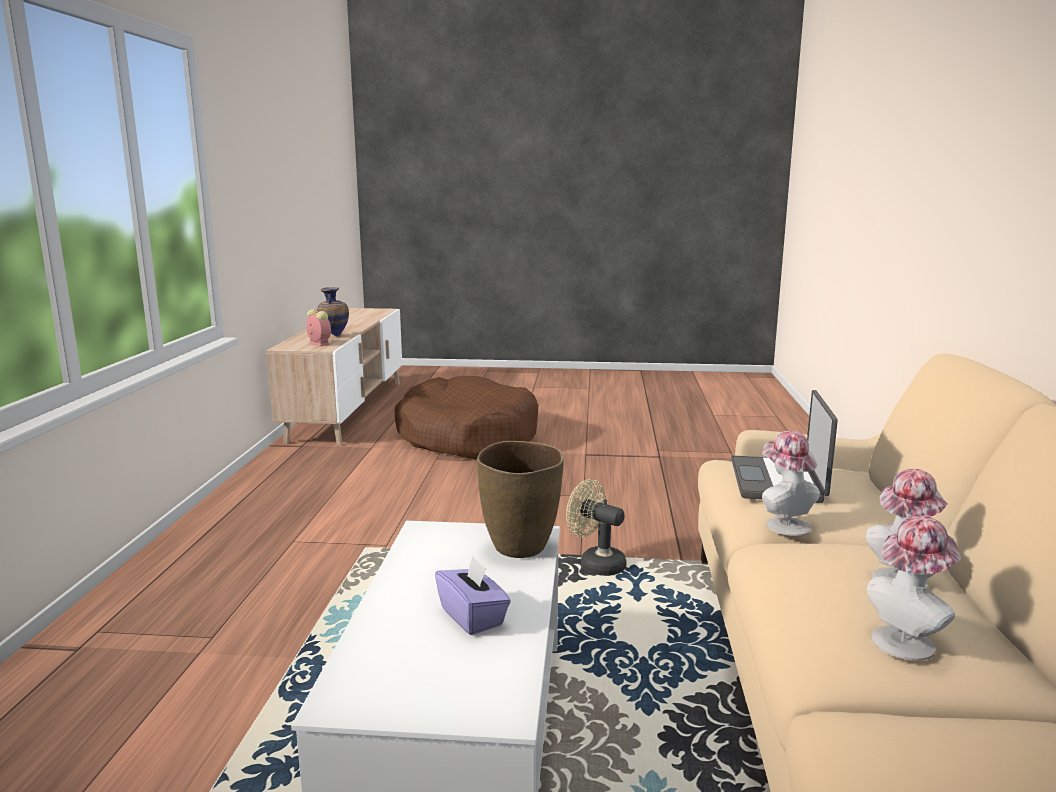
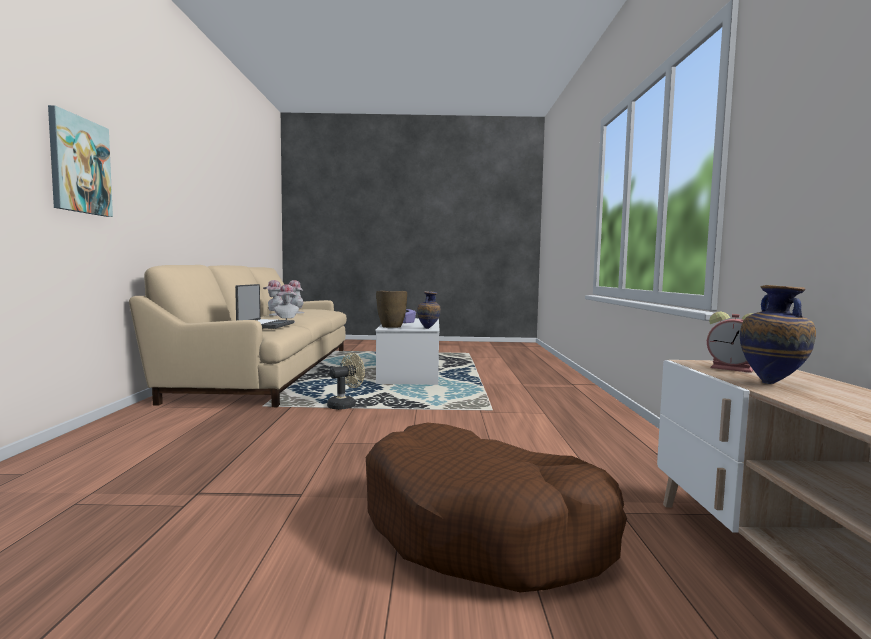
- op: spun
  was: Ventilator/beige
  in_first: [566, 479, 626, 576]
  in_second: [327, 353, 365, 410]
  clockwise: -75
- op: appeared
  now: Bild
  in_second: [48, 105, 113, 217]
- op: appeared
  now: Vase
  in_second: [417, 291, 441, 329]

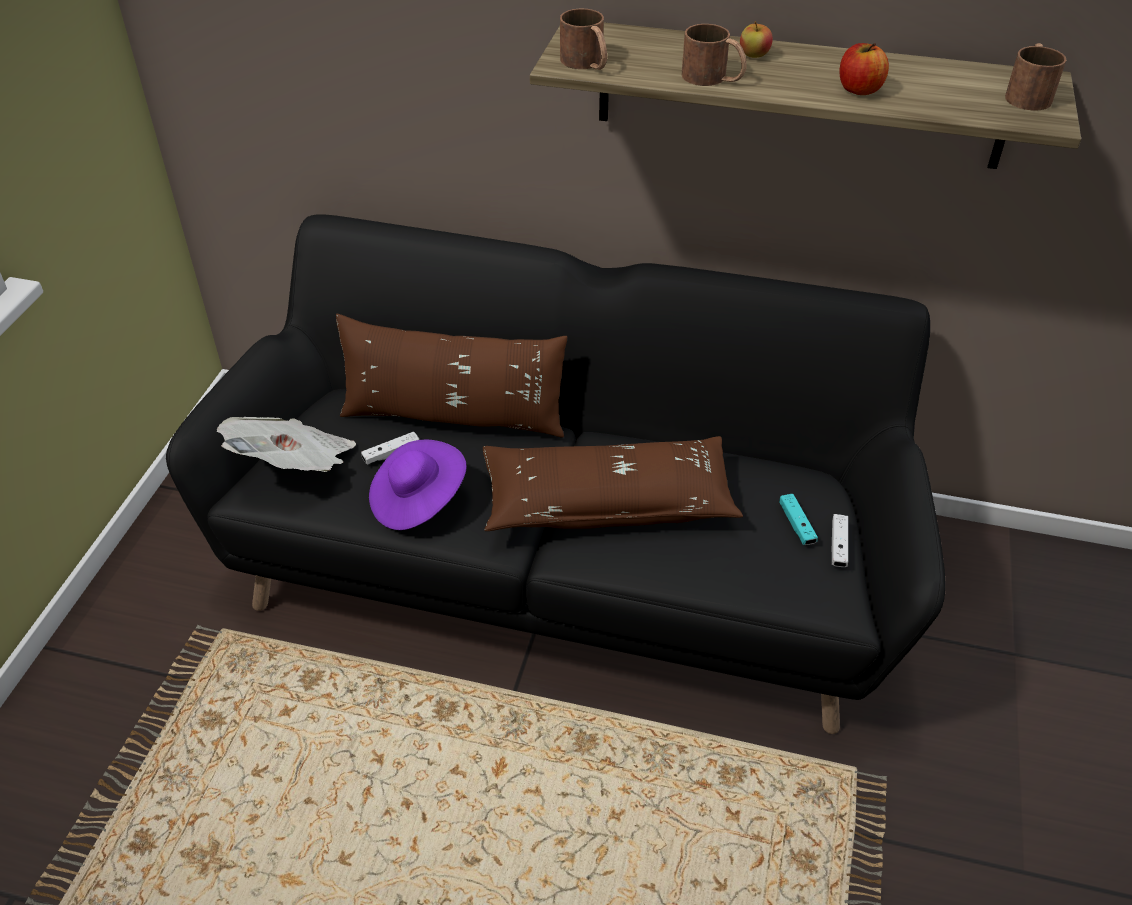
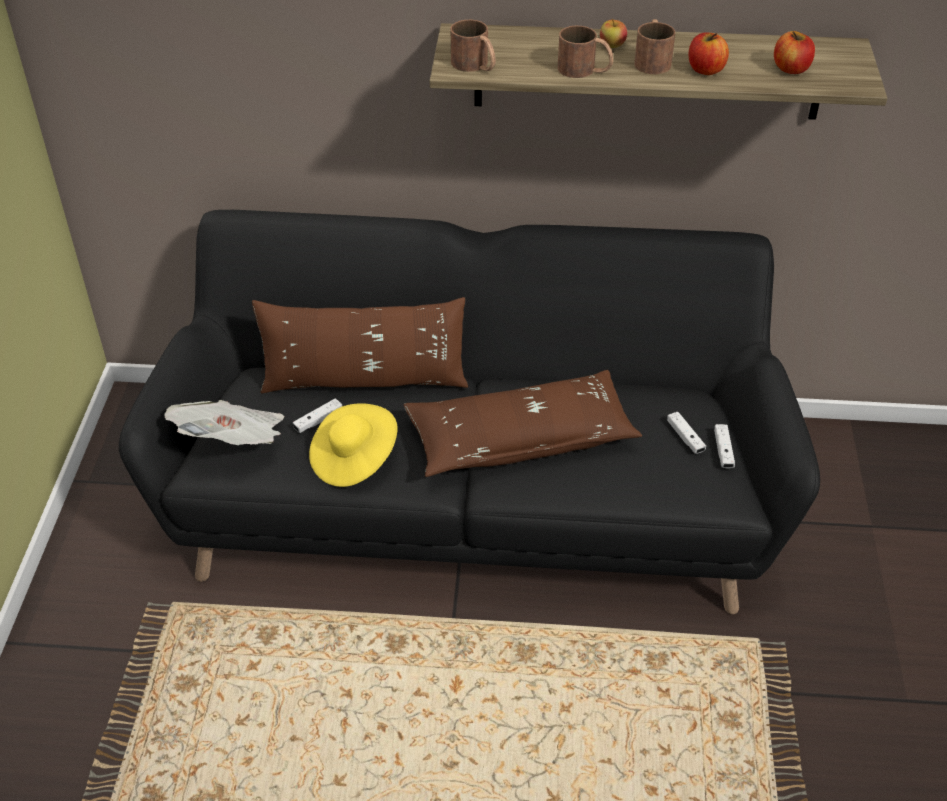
- op: relocated
  was: Henkelbecher/braun
  in_first: [1005, 43, 1066, 111]
  in_second: [634, 19, 675, 74]
- op: colour
  was: Hut/lila
  now: Hut/gelb
  in_first: [369, 439, 467, 530]
  in_second: [309, 403, 398, 487]
- op: colour
  was: Gamepad/türkis
  now: Gamepad/weiß
  in_first: [779, 494, 818, 545]
  in_second: [667, 412, 706, 454]
- op: appeared
  now: Apfel
  in_second: [774, 31, 815, 74]

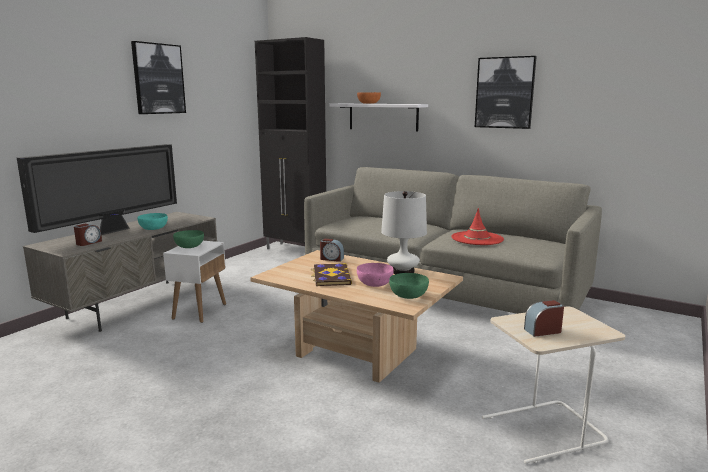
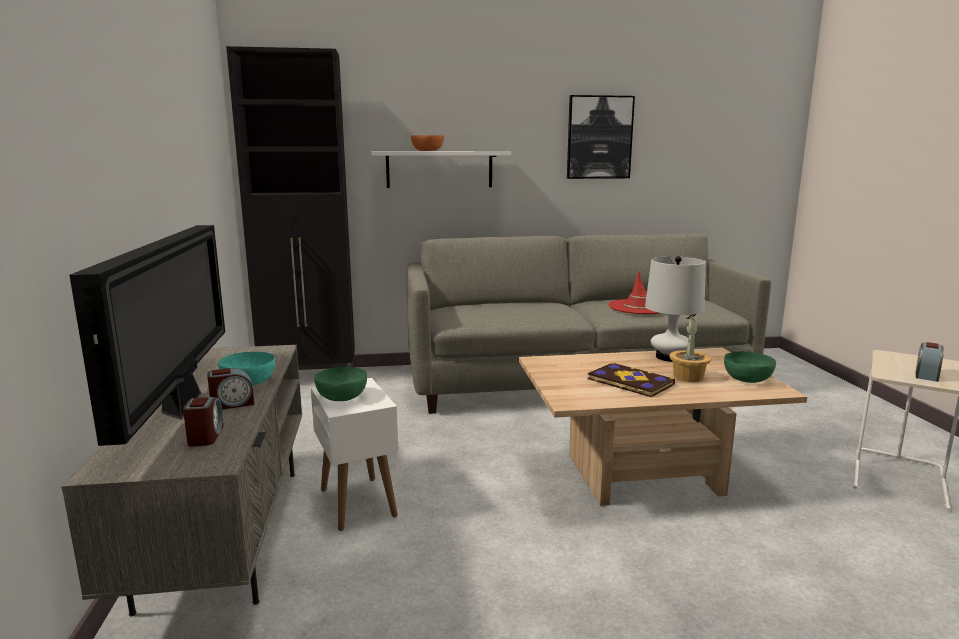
- op: missing
  was: Bild
  in_first: [131, 41, 186, 114]
- op: relocated
  was: Wecker
  in_first: [320, 239, 344, 262]
  in_second: [207, 368, 254, 410]
- op: exchanged
  was: Schüssel/rosa
  now: Topfpflanze
  in_first: [357, 263, 394, 287]
  in_second: [669, 314, 711, 382]

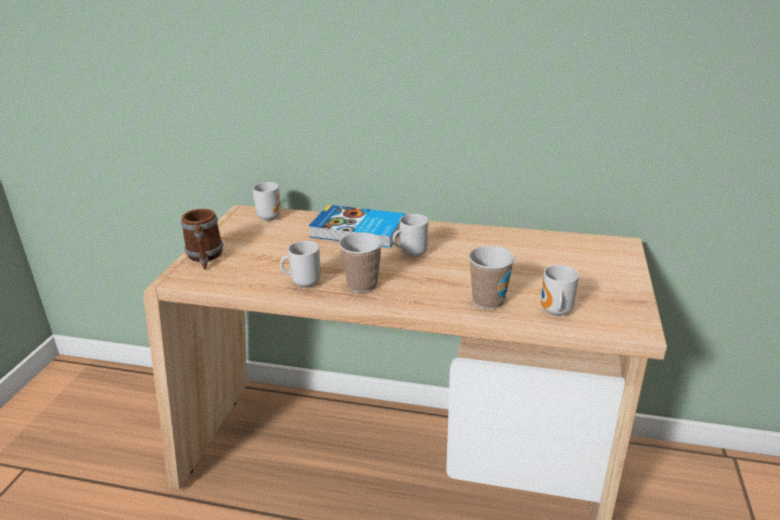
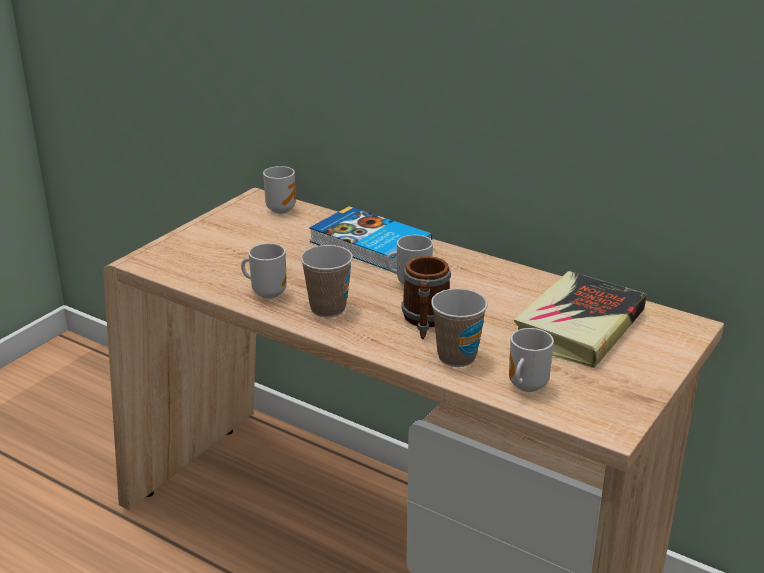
- op: relocated
  was: Henkelbecher
  in_first: [181, 209, 223, 270]
  in_second: [401, 256, 451, 340]
- op: appeared
  now: Buch
  in_second: [514, 271, 647, 368]

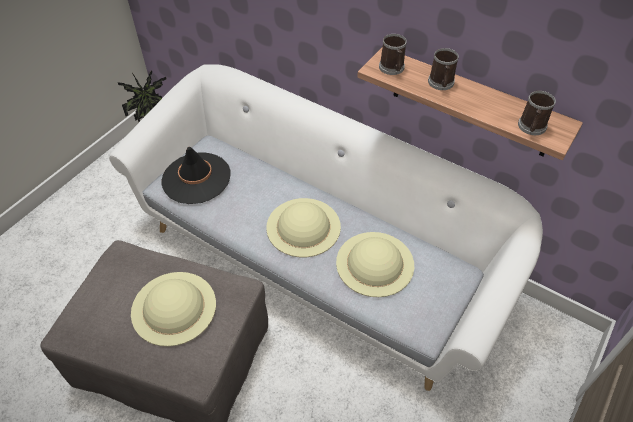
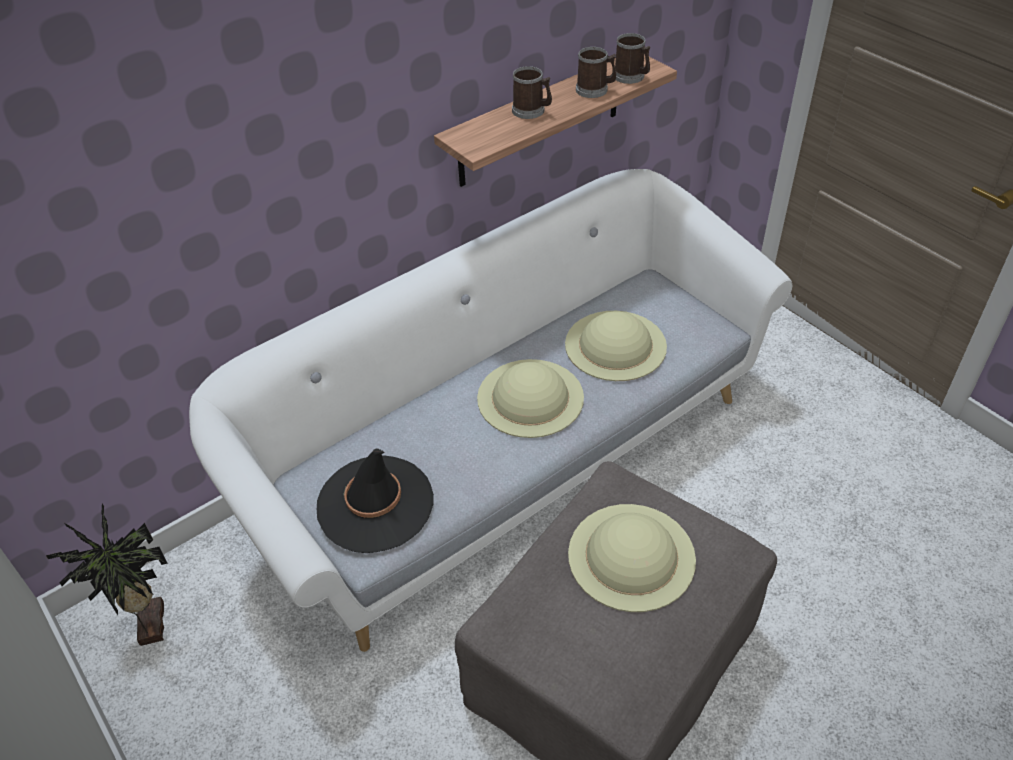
- op: relocated
  was: Henkelbecher
  in_first: [379, 34, 407, 75]
  in_second: [576, 47, 616, 98]

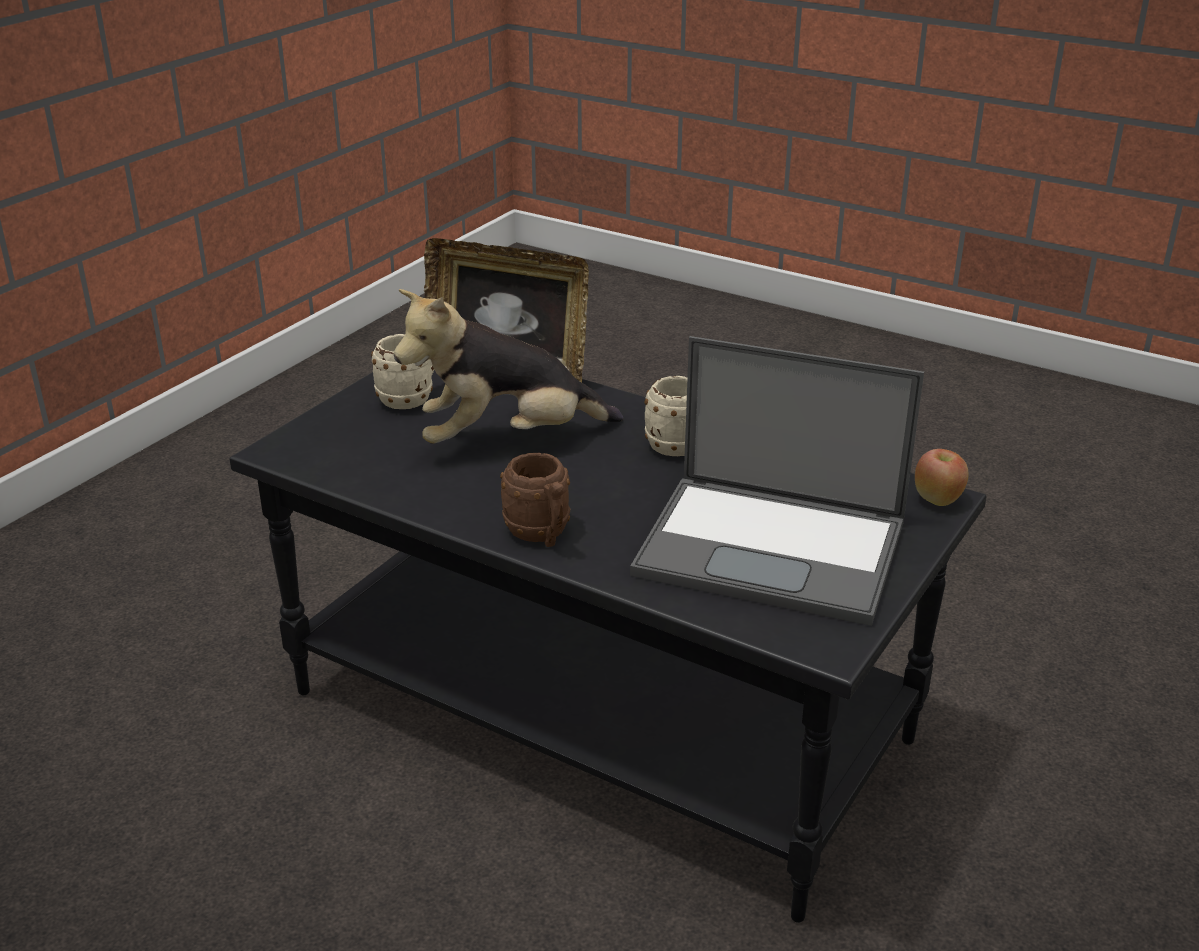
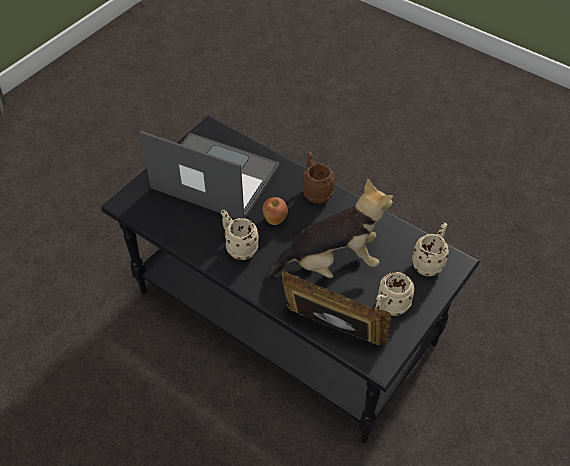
- op: relocated
  was: Apfel
  in_first: [915, 449, 969, 506]
  in_second: [263, 197, 288, 225]
- op: appeared
  now: Henkelbecher/beige
  in_second: [412, 222, 449, 276]

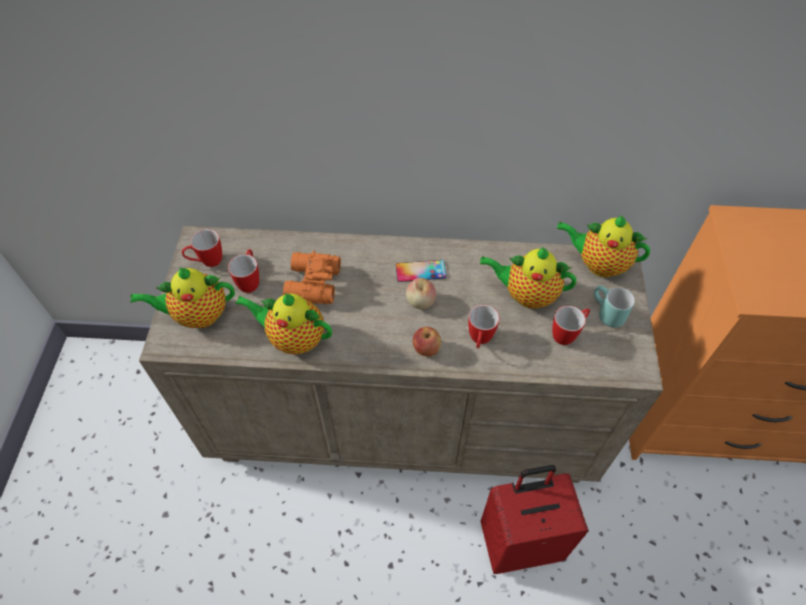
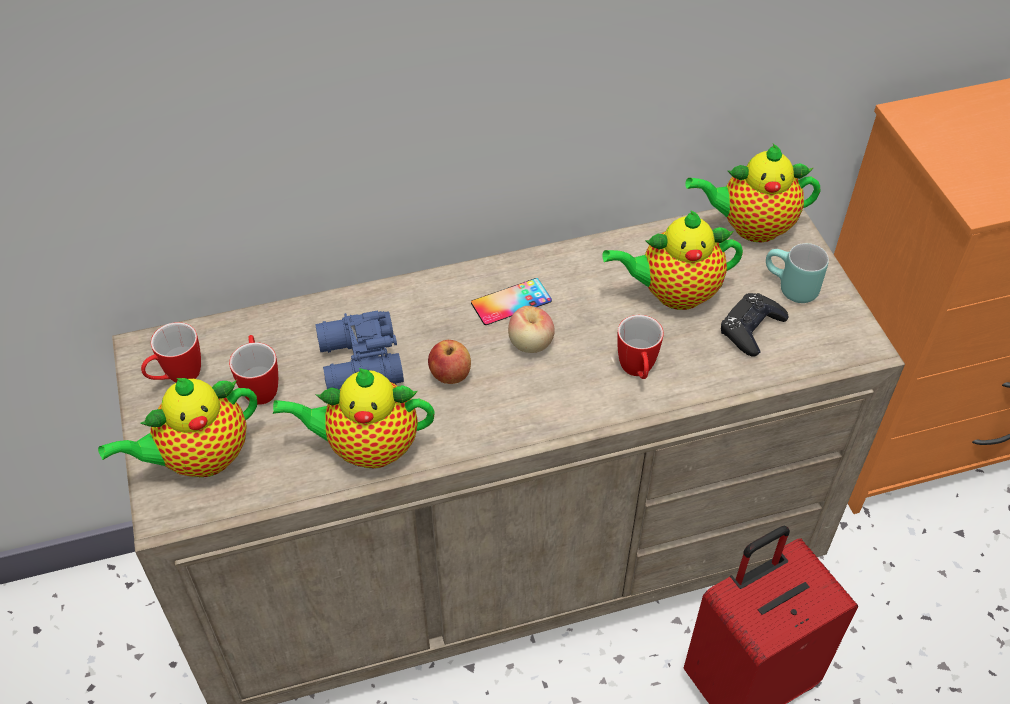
- op: colour
  was: Fernglas/orange
  now: Fernglas/blau
  in_first: [283, 251, 341, 304]
  in_second: [315, 311, 404, 390]
- op: exchanged
  was: Henkelbecher
  now: Gamepad/schwarz
  in_first: [552, 306, 590, 345]
  in_second: [721, 293, 789, 357]
- op: relocated
  was: Apfel
  in_first: [413, 327, 441, 357]
  in_second: [428, 340, 471, 384]

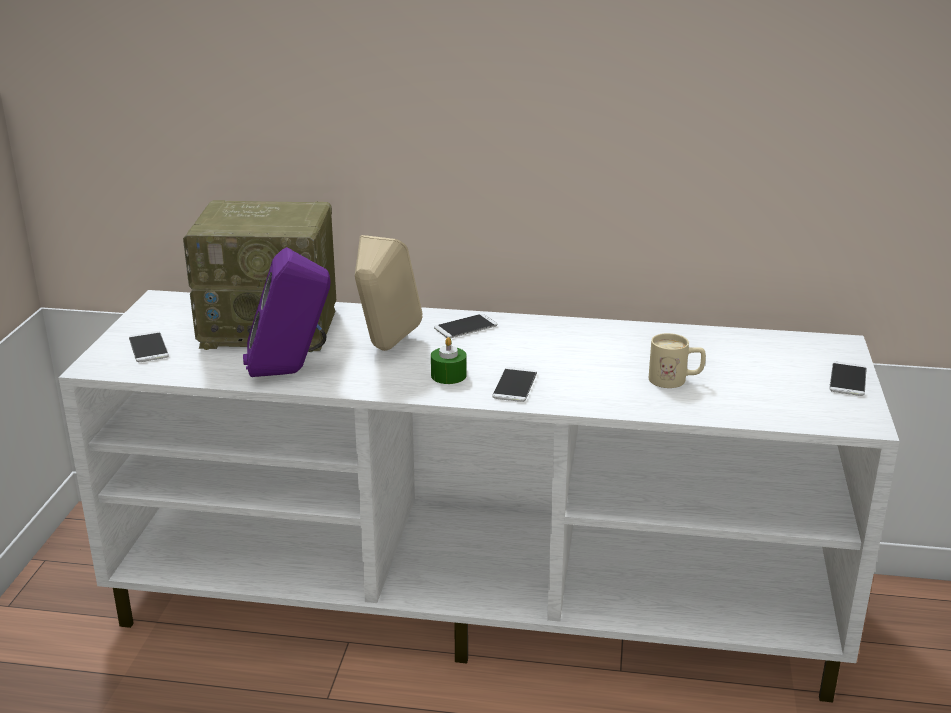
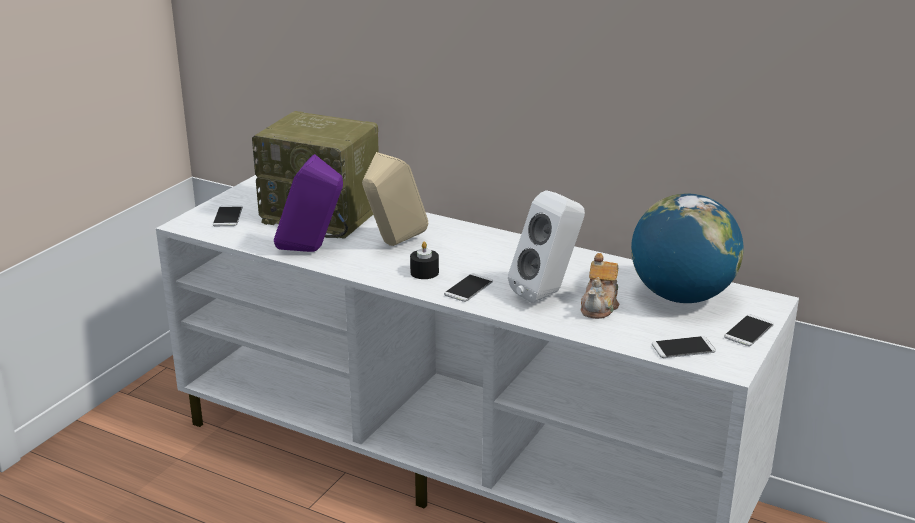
- op: relocated
  was: Handy
  in_first: [434, 314, 497, 338]
  in_second: [652, 336, 716, 358]
- op: exchanged
  was: Henkelbecher/beige
  now: Teekanne
  in_first: [649, 333, 706, 388]
  in_second: [581, 253, 619, 319]
- op: colour
  was: Kerze/grün
  now: Kerze/schwarz
  in_first: [431, 337, 467, 384]
  in_second: [410, 242, 439, 279]
- op: appeared
  now: Lautsprecher/weiß
  in_second: [508, 190, 585, 303]
- op: appeared
  now: Globus
  in_second: [631, 193, 743, 303]

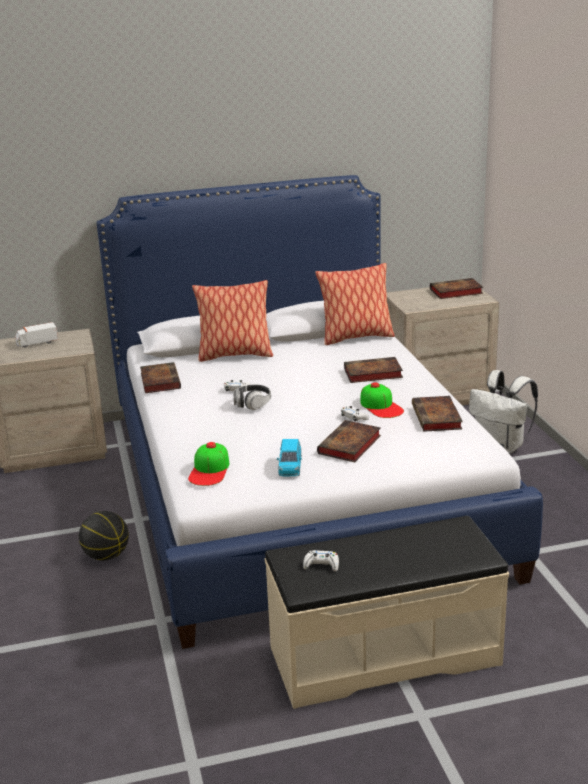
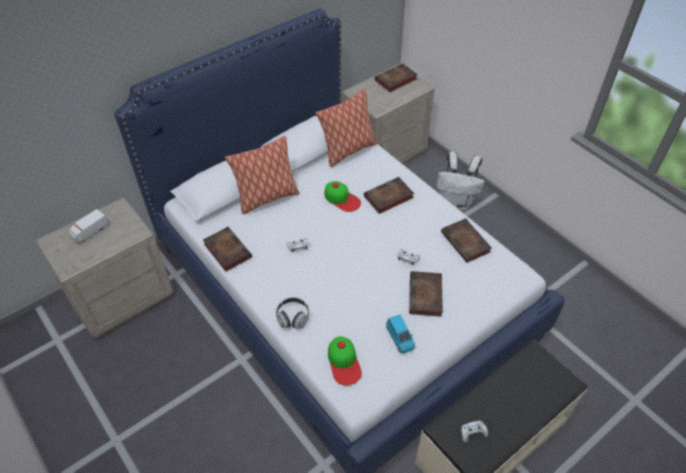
- op: relocated
  was: Kappe
  in_first: [360, 382, 404, 418]
  in_second: [324, 181, 361, 212]
- op: relocated
  was: Kopfhörer
  in_first: [233, 385, 271, 410]
  in_second: [276, 297, 309, 329]
- op: missing
  was: Basketball
  in_first: [79, 511, 129, 561]

